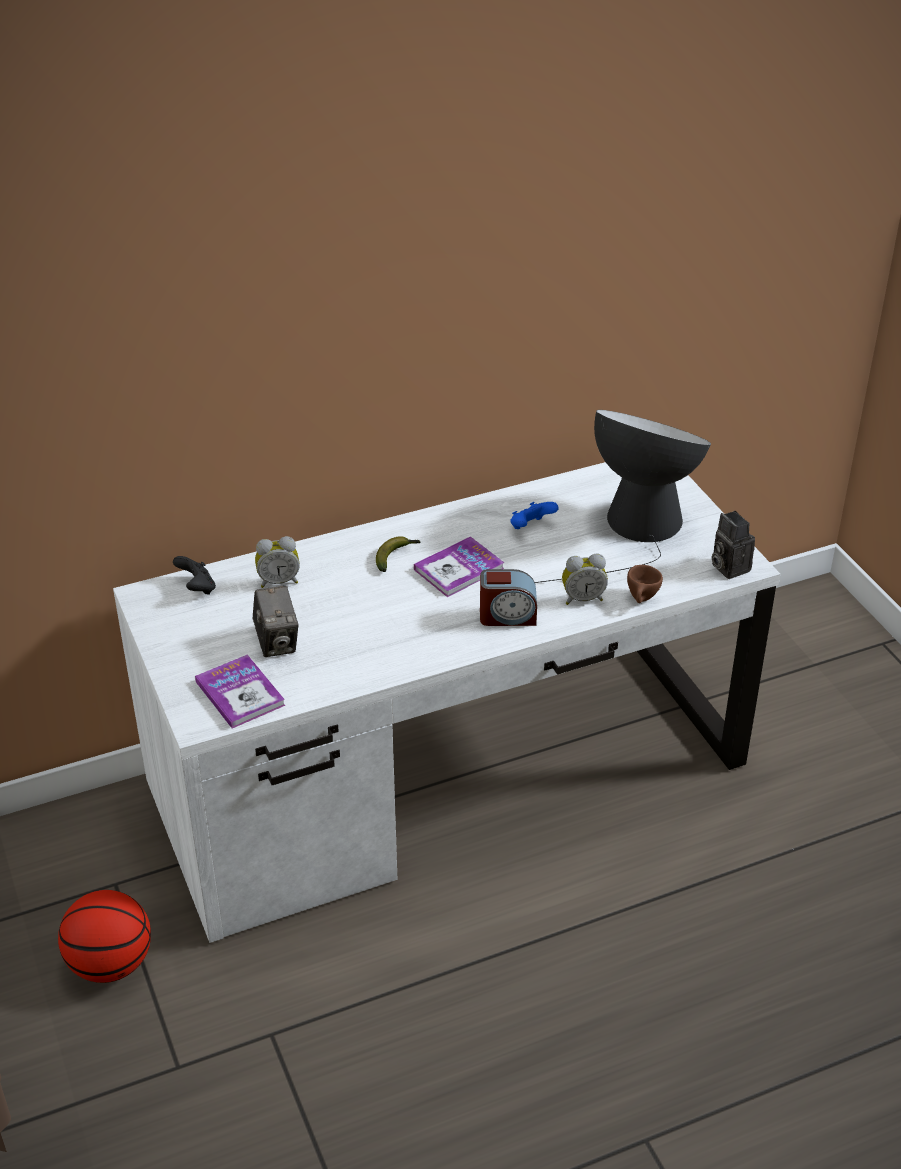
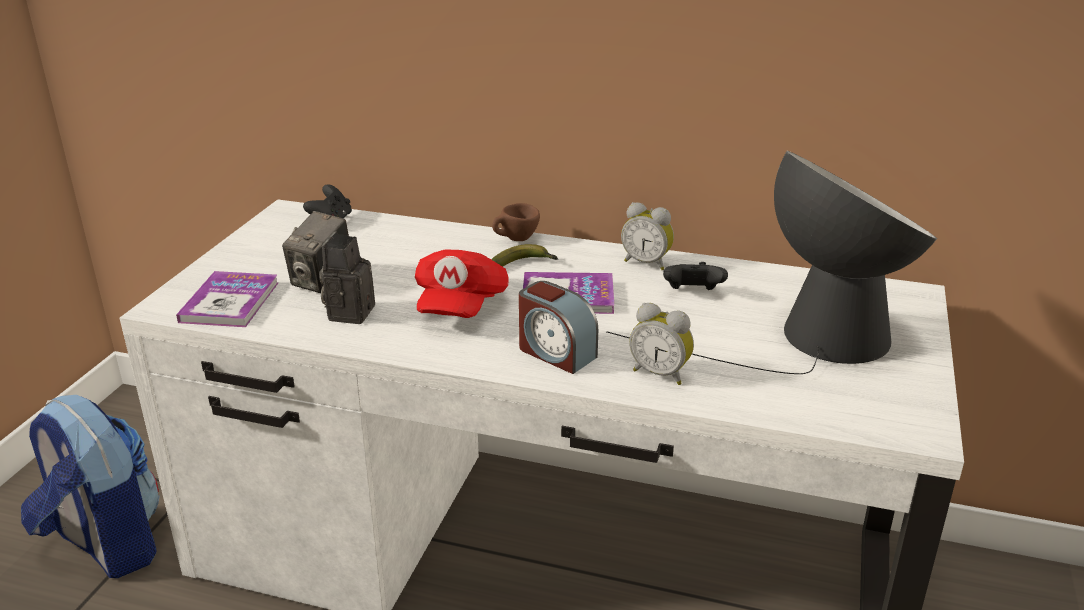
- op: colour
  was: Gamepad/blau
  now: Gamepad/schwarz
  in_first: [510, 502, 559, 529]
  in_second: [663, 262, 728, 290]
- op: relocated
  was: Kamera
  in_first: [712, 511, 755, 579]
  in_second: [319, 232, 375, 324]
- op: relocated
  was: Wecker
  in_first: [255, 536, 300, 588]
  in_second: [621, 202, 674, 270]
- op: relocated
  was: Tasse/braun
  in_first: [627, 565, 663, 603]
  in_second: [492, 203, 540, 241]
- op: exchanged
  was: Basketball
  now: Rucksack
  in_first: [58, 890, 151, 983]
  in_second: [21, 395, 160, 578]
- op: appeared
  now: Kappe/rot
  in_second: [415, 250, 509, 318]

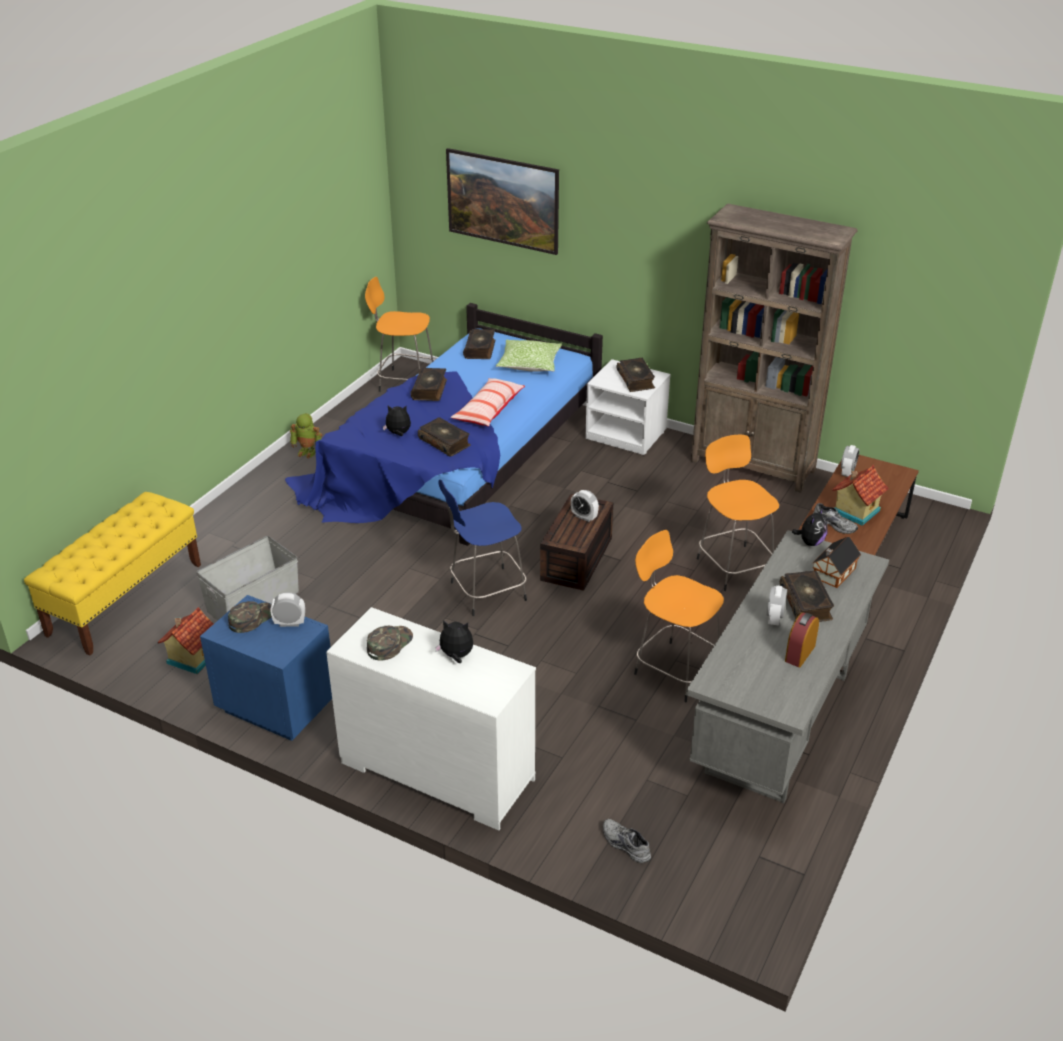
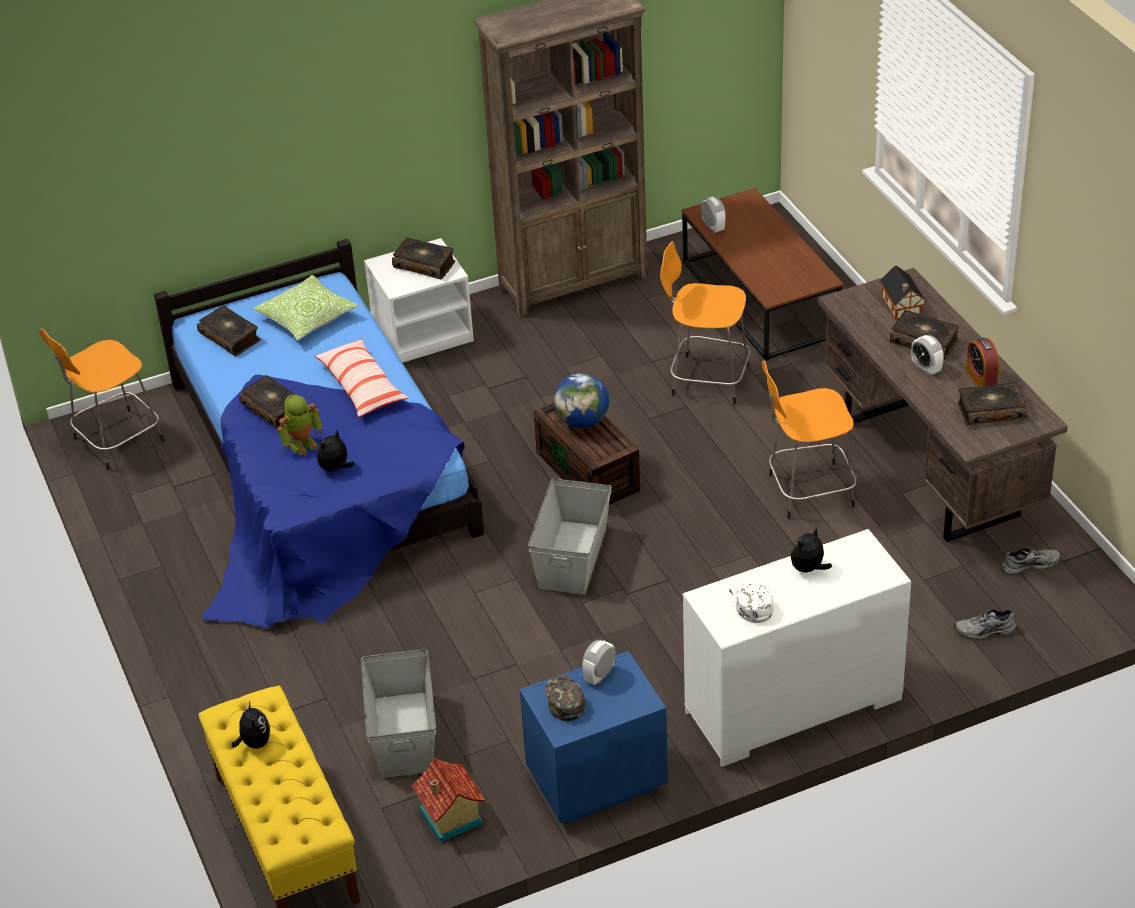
- op: missing
  was: Bild
  in_first: [446, 148, 559, 255]
- op: relocated
  was: Spielzeugroboter
  in_first: [290, 413, 322, 458]
  in_second: [277, 394, 323, 456]
- op: relocated
  was: Buch
  in_first: [418, 417, 471, 457]
  in_second: [957, 382, 1029, 425]
- op: missing
  was: Spielzeughaus
  in_first: [832, 465, 889, 526]
- op: exchanged
  was: Hocker/blau
  now: Aufbewahrungsbox/grau
  in_first: [438, 479, 527, 616]
  in_second: [528, 478, 612, 595]
- op: exchanged
  was: Wecker
  now: Globus
  in_first: [571, 490, 599, 522]
  in_second: [554, 373, 609, 428]
- op: relocated
  was: Schuh/grau
  in_first: [813, 503, 858, 534]
  in_second: [1002, 547, 1061, 574]
- op: relocated
  was: Plüschtier
  in_first: [792, 508, 828, 546]
  in_second: [232, 701, 270, 749]
- op: colour
  was: Schreibtisch/grau
  now: Schreibtisch/braun
  in_first: [686, 530, 889, 803]
  in_second: [818, 268, 1068, 542]
- op: colour
  was: Kappe/grün
  now: Kappe/weiß
  in_first: [367, 626, 413, 661]
  in_second: [729, 581, 774, 623]

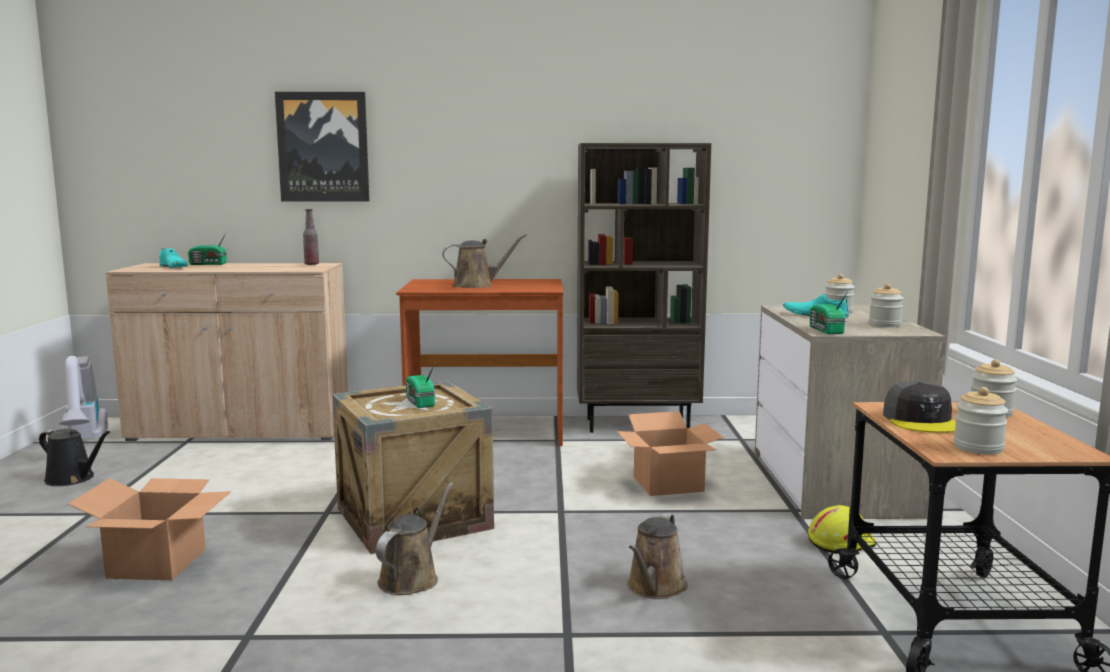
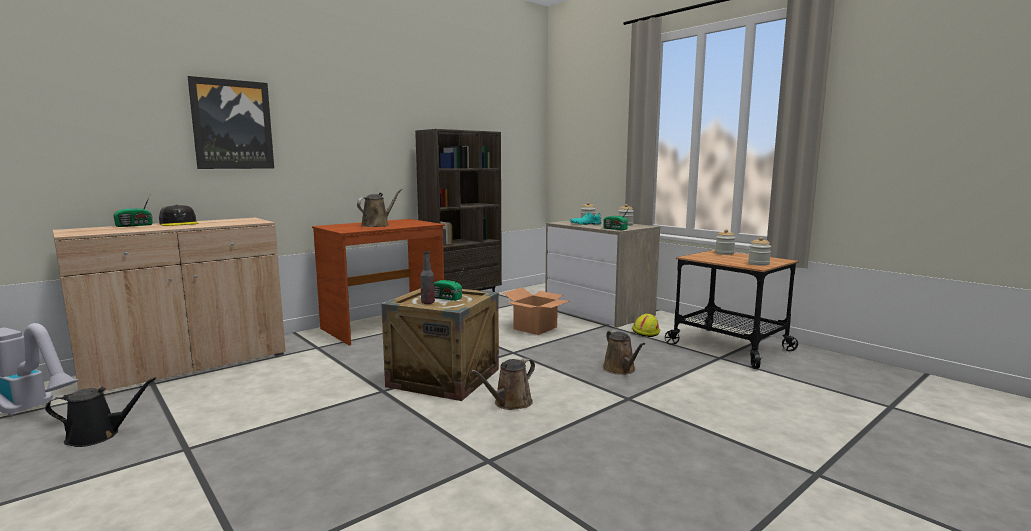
- op: relocated
  was: Flasche
  in_first: [303, 209, 319, 265]
  in_second: [420, 251, 435, 304]
- op: missing
  was: Schuh/türkis
  in_first: [159, 248, 188, 268]
- op: relocated
  was: Kappe/grau
  in_first: [883, 381, 956, 433]
  in_second: [159, 205, 199, 226]
- op: missing
  was: Karton
  in_first: [68, 478, 232, 580]
- op: spun
  was: Gießkanne/braun
  in_first: [376, 482, 454, 595]
  in_second: [471, 358, 535, 410]
  clockwise: -120

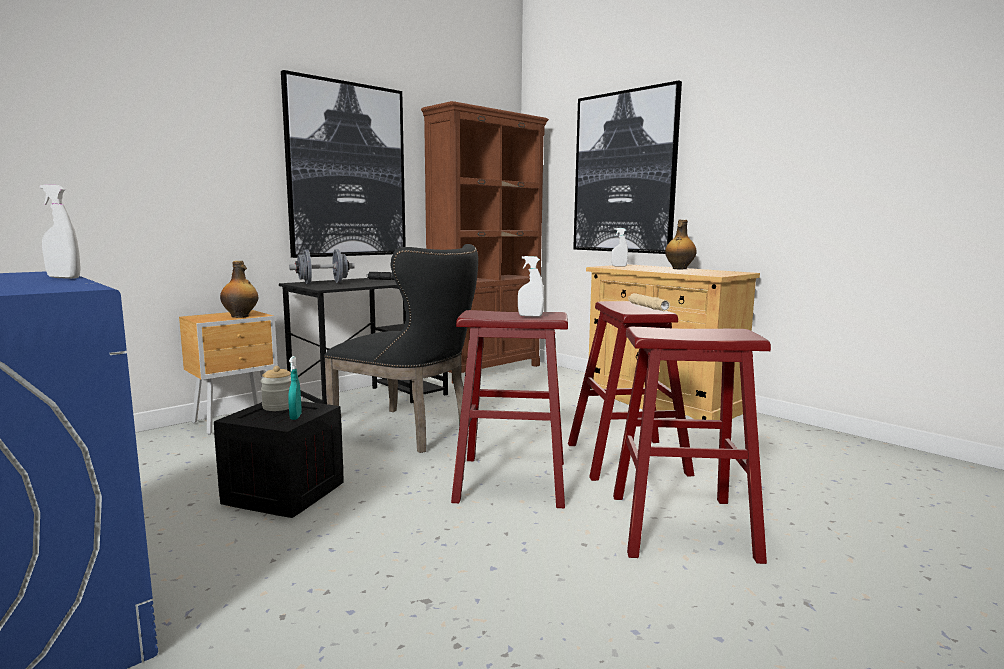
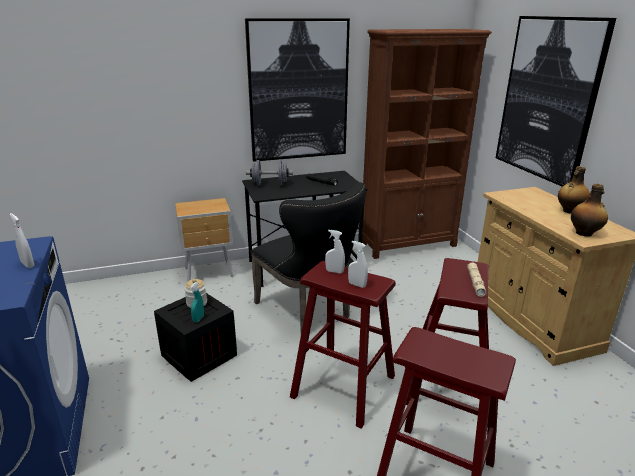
- op: relocated
  was: Sprühflasche/weiß
  in_first: [611, 228, 628, 267]
  in_second: [325, 230, 345, 274]
- op: relocated
  was: Flasche
  in_first: [220, 261, 258, 318]
  in_second: [571, 184, 608, 237]

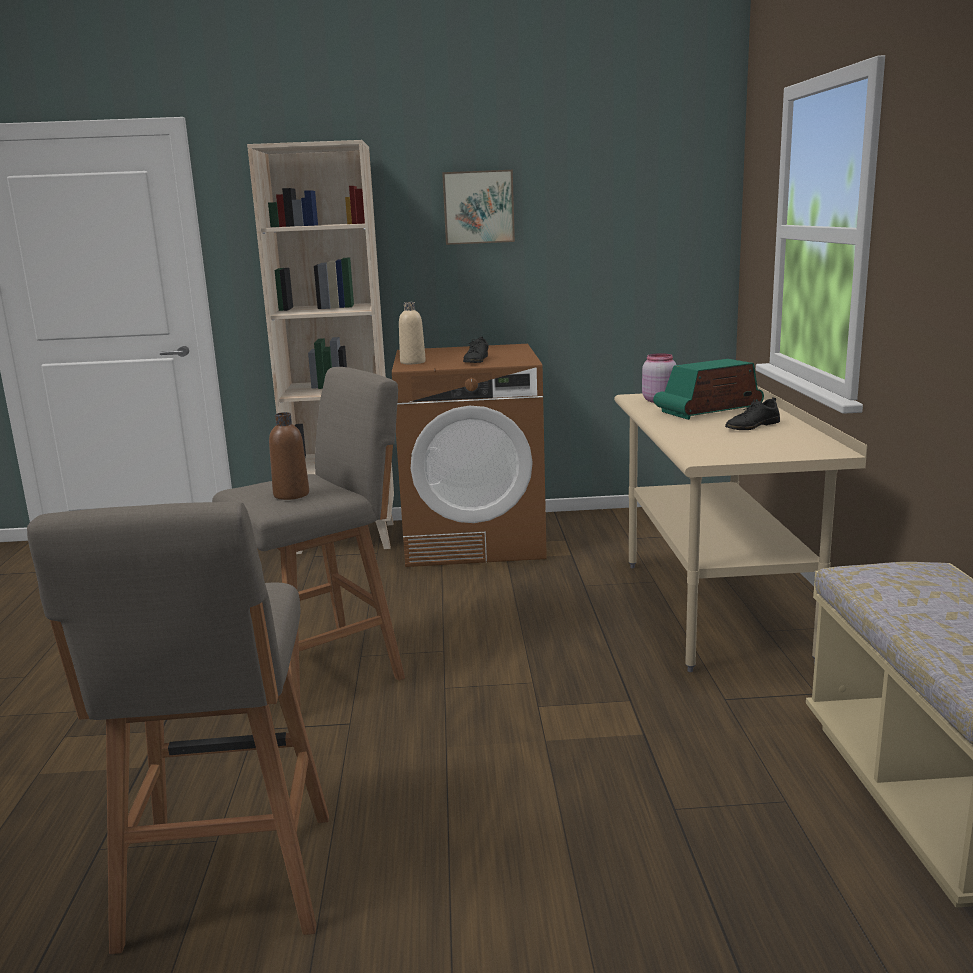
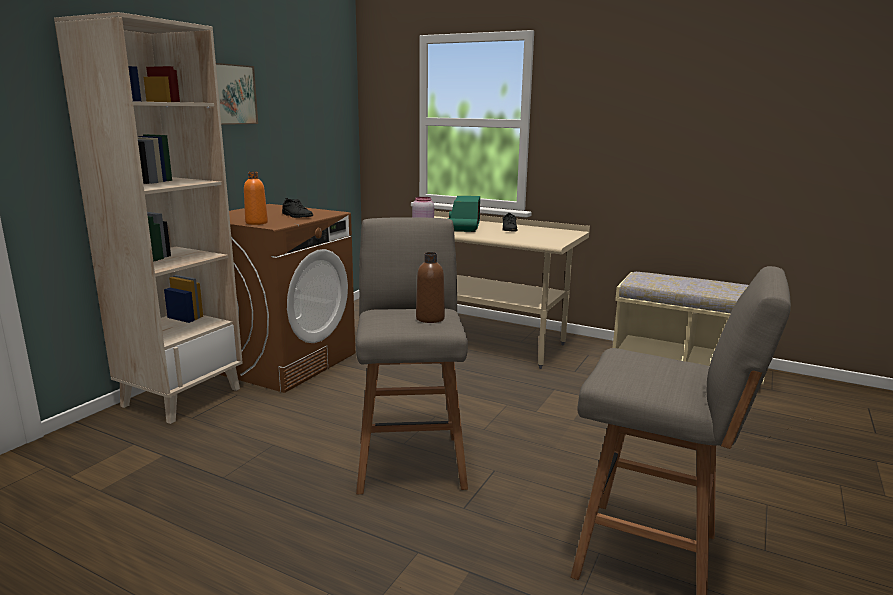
- op: colour
  was: Flasche/beige
  now: Flasche/orange
  in_first: [399, 302, 426, 364]
  in_second: [244, 172, 268, 225]

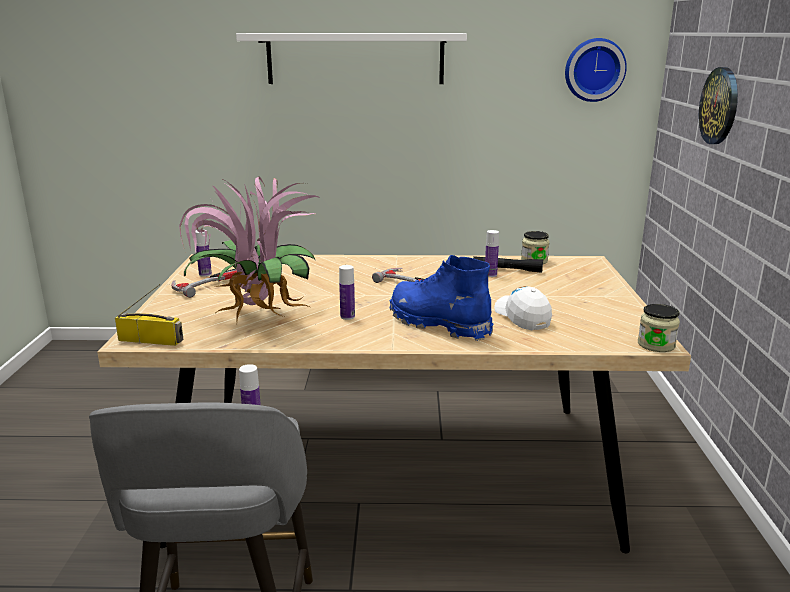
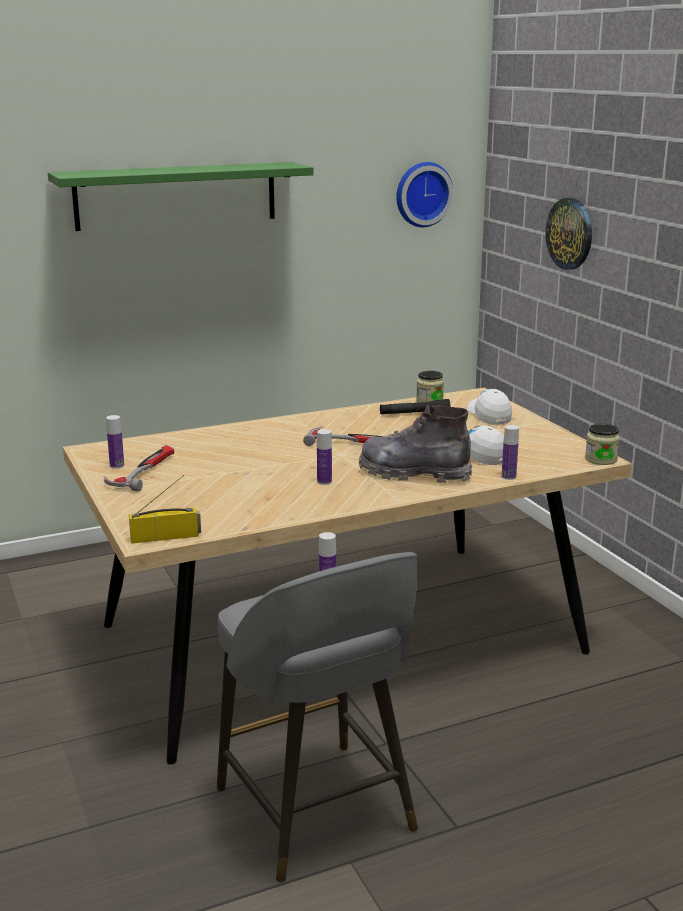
- op: colour
  was: Wandregal/weiß
  now: Wandregal/grün
  in_first: [236, 33, 467, 84]
  in_second: [48, 162, 314, 231]
- op: missing
  was: Topfpflanze
  in_first: [179, 176, 320, 321]
- op: relocated
  was: Flasche
  in_first: [485, 230, 499, 277]
  in_second: [502, 425, 519, 480]
- op: colour
  was: Stiefel/blau
  now: Stiefel/grau
  in_first: [390, 255, 494, 341]
  in_second: [359, 405, 472, 483]
- op: appeared
  now: Kappe/weiß
  in_second: [467, 389, 512, 425]

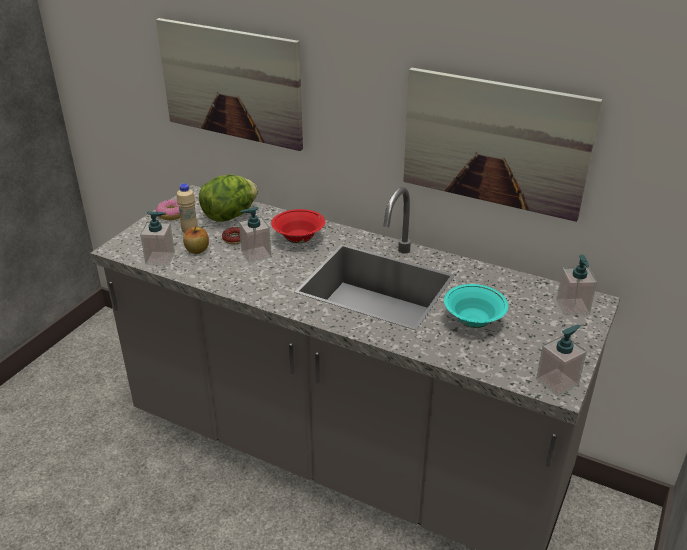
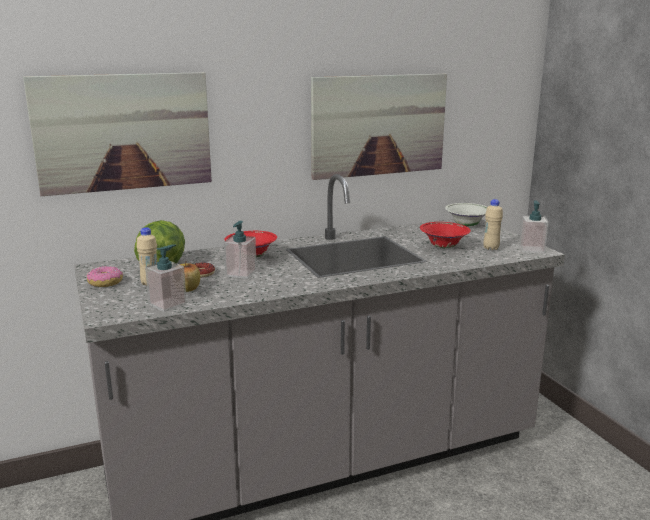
- op: exchanged
  was: Seifenspender
  now: Schüssel/weiß
  in_first: [557, 254, 597, 315]
  in_second: [445, 203, 487, 227]
- op: colour
  was: Schüssel/türkis
  now: Schüssel/rot
  in_first: [444, 284, 508, 328]
  in_second: [420, 222, 471, 248]
- op: appeared
  now: Flasche/beige
  in_second: [483, 199, 503, 250]

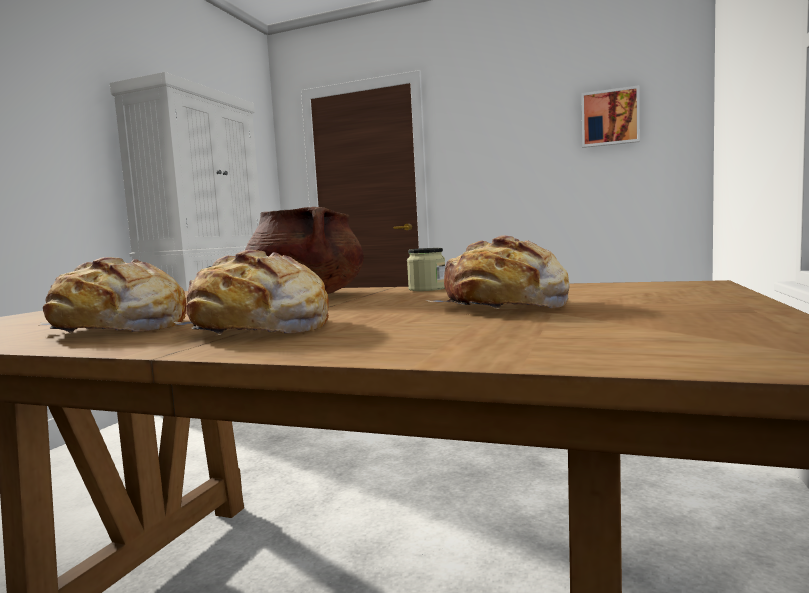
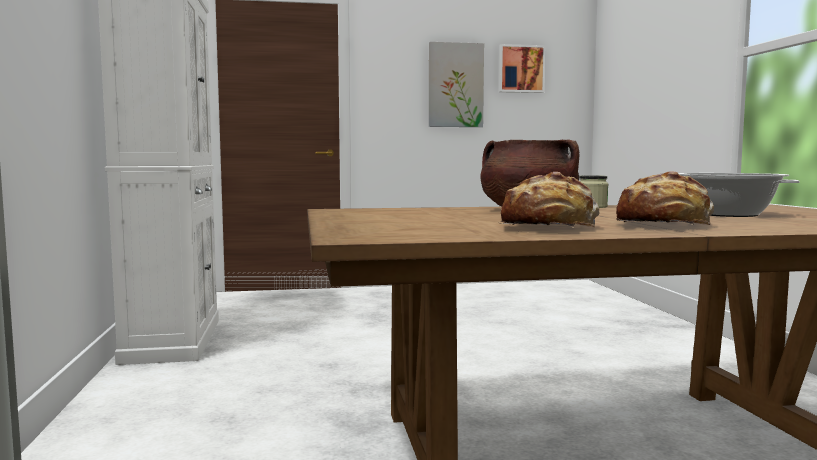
- op: exchanged
  was: Brot
  now: Kochtopf
  in_first: [426, 235, 570, 309]
  in_second: [678, 173, 800, 217]
- op: appeared
  now: Bild
  in_second: [429, 42, 484, 127]

